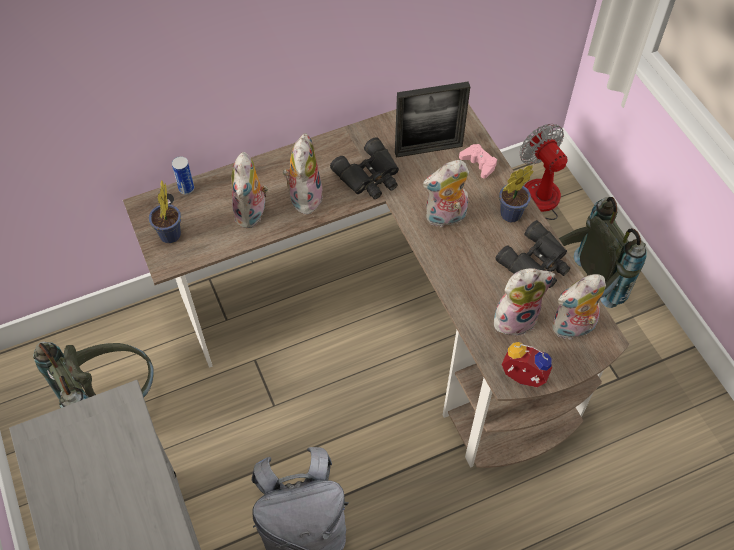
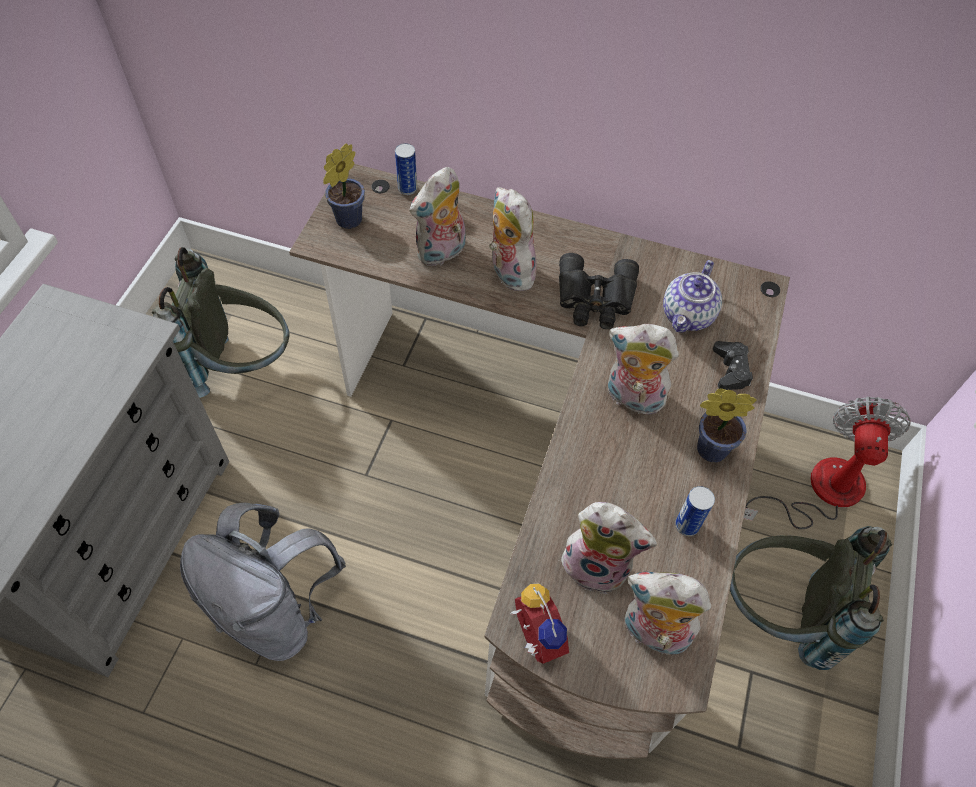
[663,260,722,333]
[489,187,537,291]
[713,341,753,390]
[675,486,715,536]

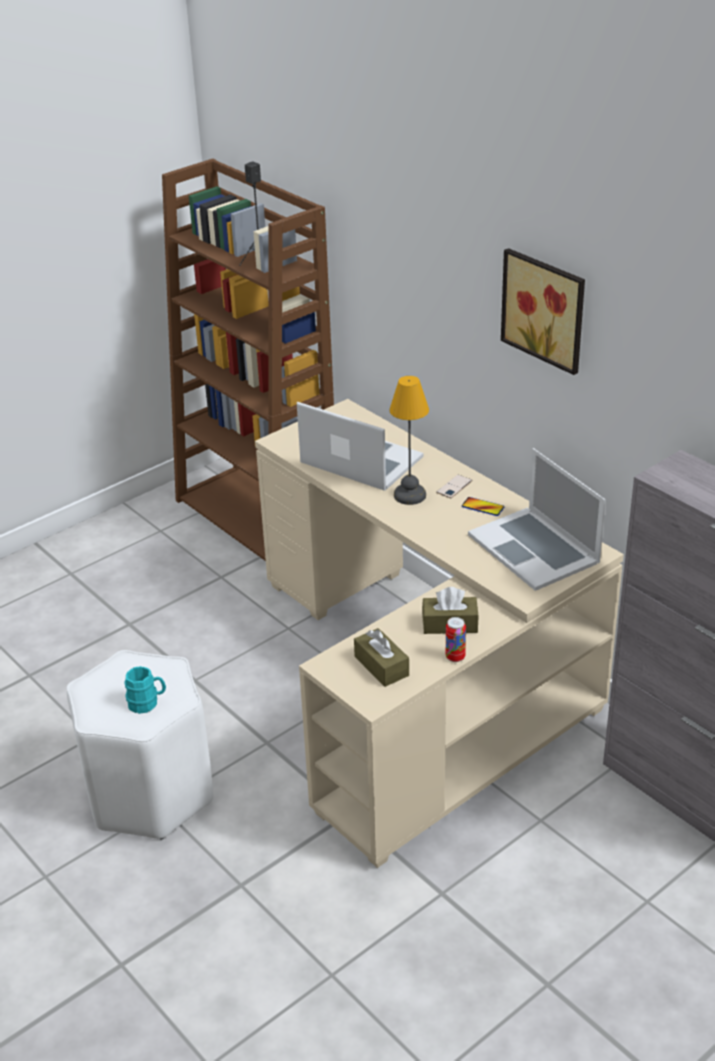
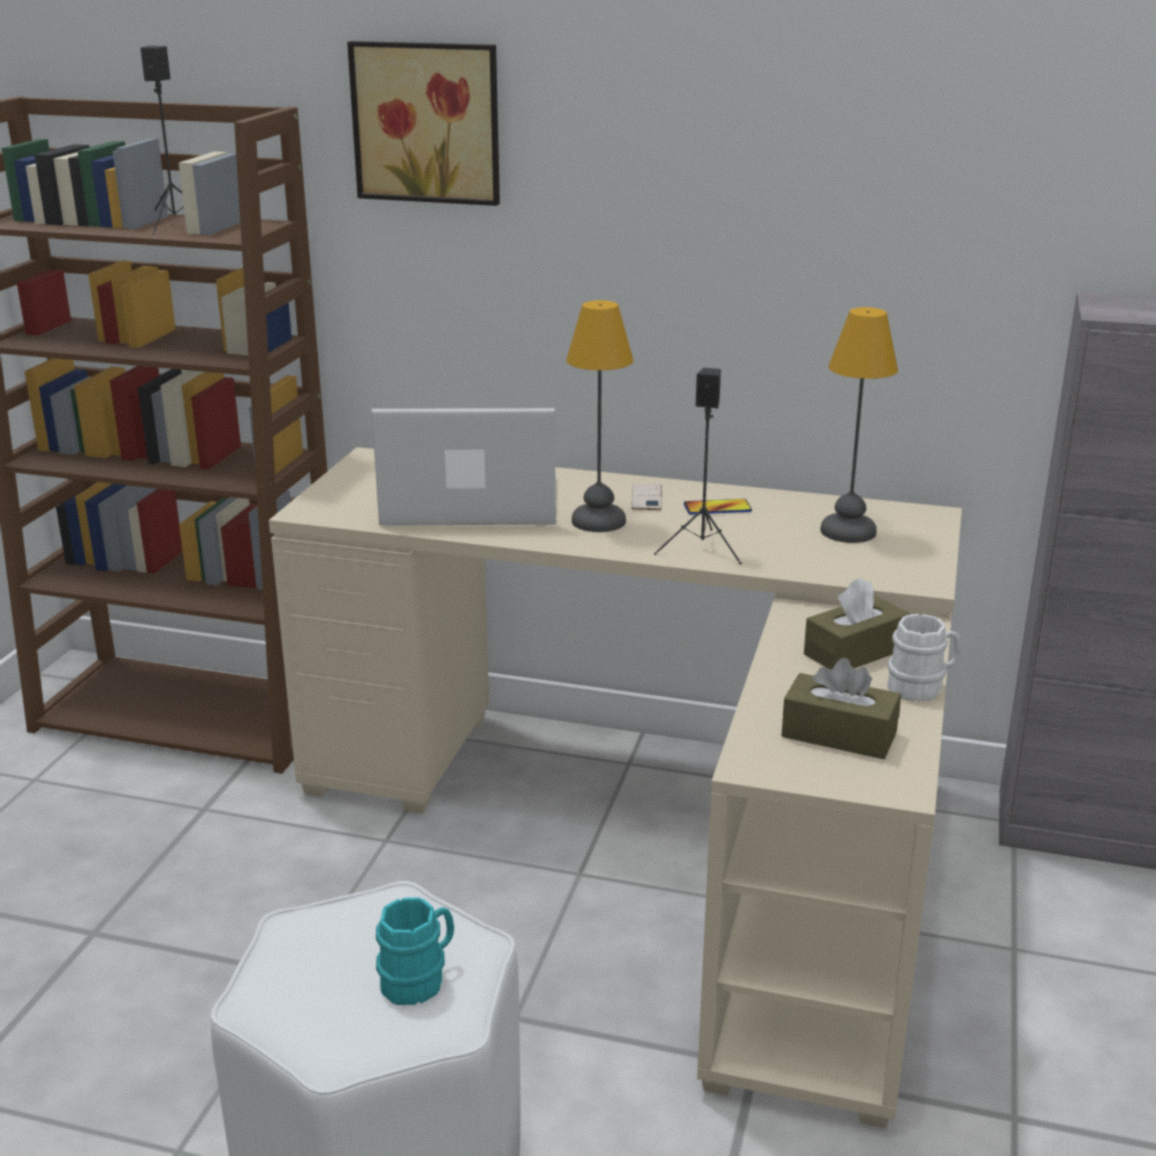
[347,41,500,206]
[820,307,898,543]
[887,614,961,702]
[654,368,742,564]

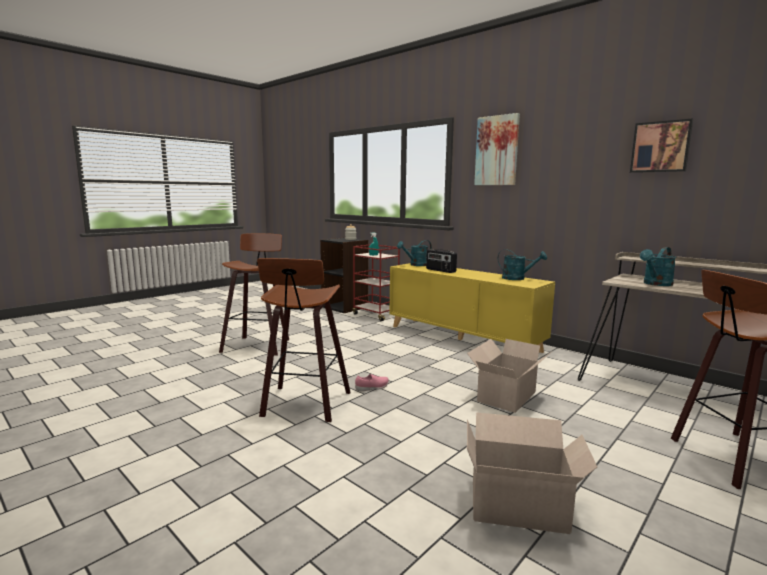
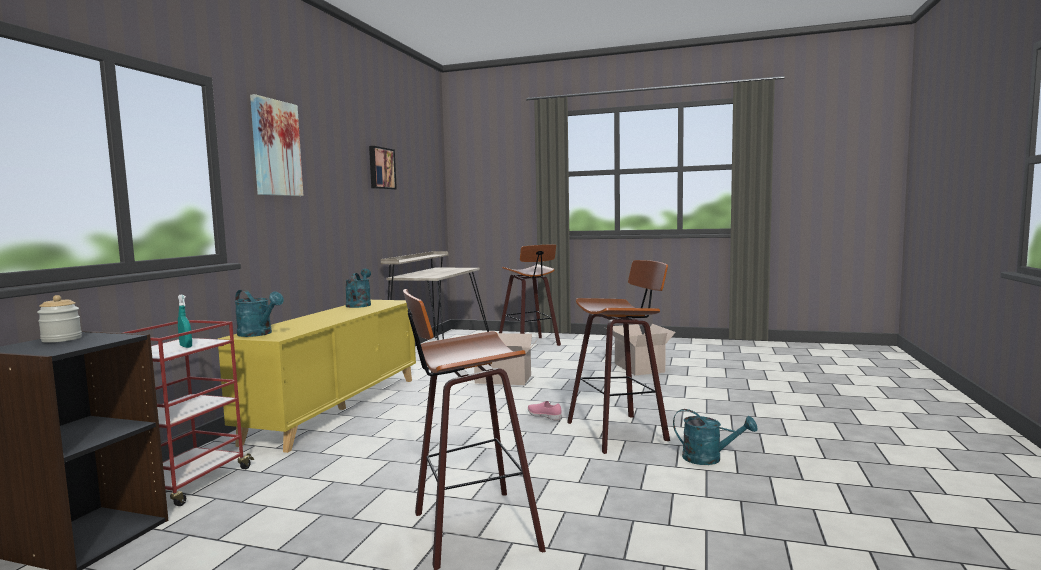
[673,409,757,465]
[426,249,457,273] (first image)

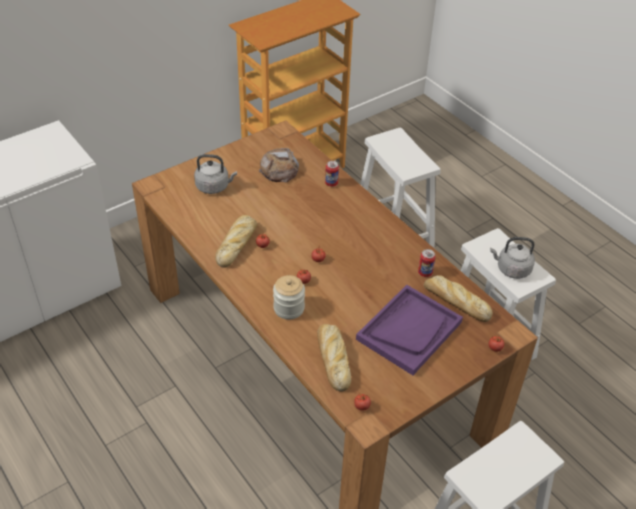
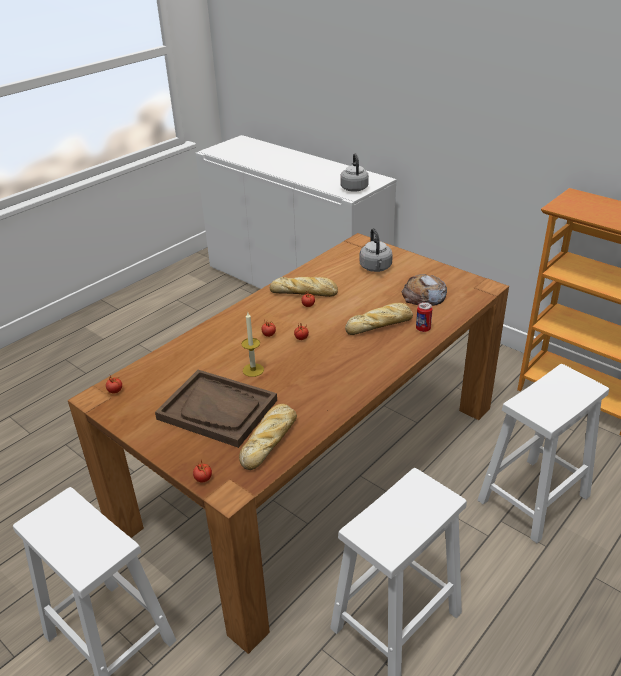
[340,153,369,192]
[418,249,436,277] (first image)
[273,275,305,320] (first image)
[155,370,277,448]
[345,303,413,335]
[241,311,264,377]

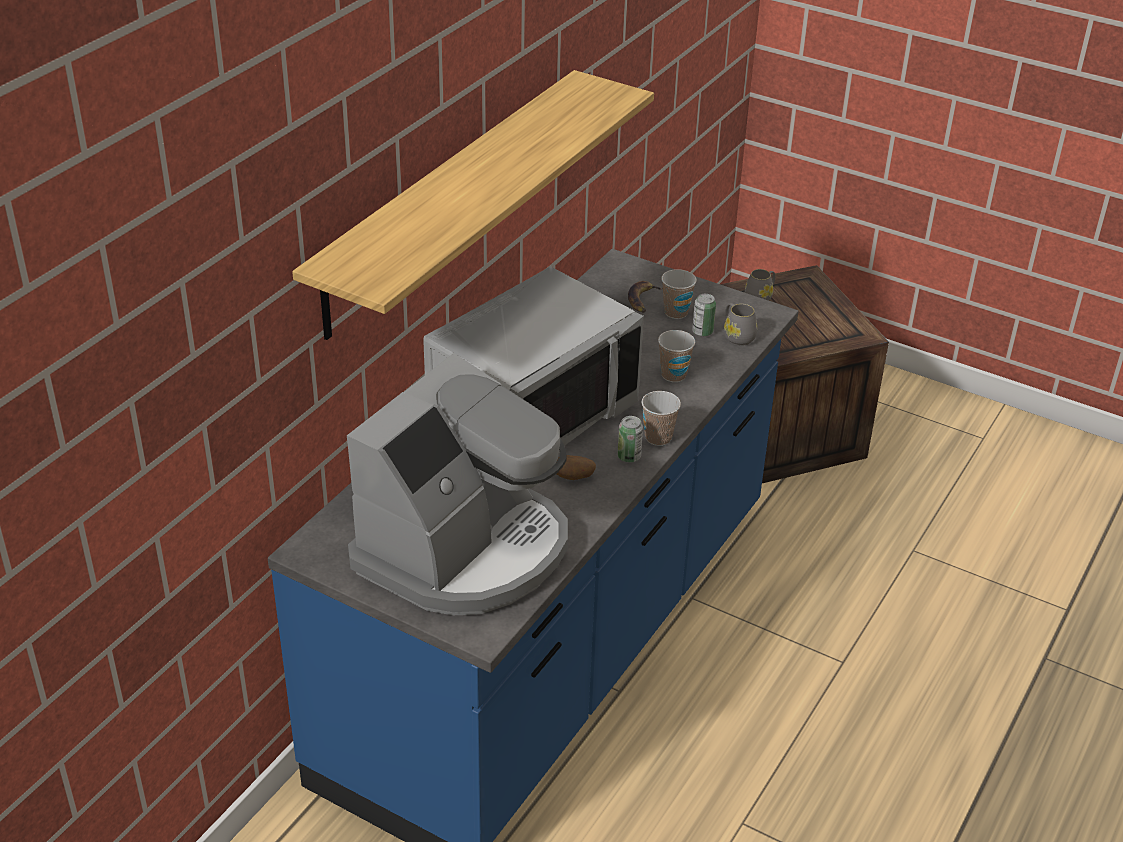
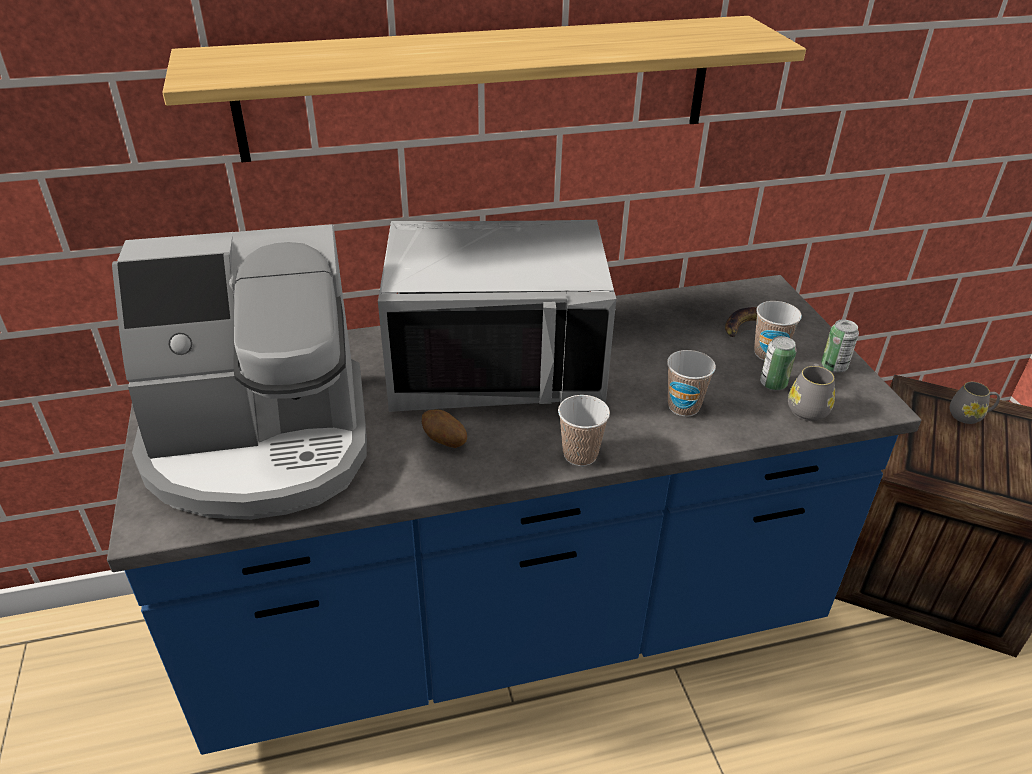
[821,319,859,373]

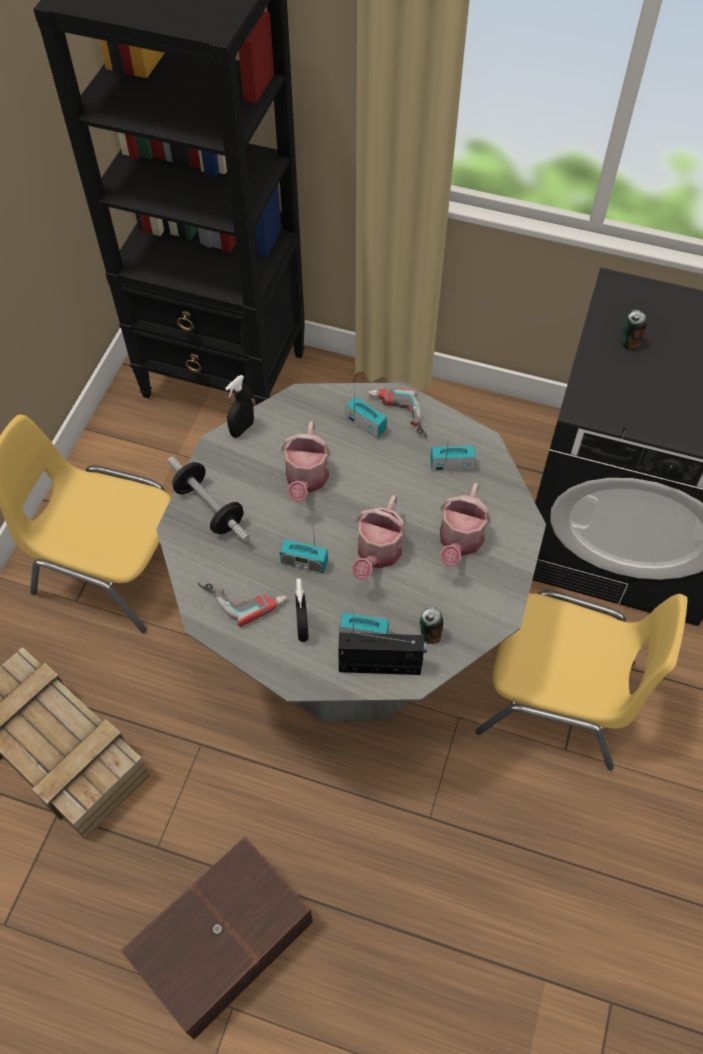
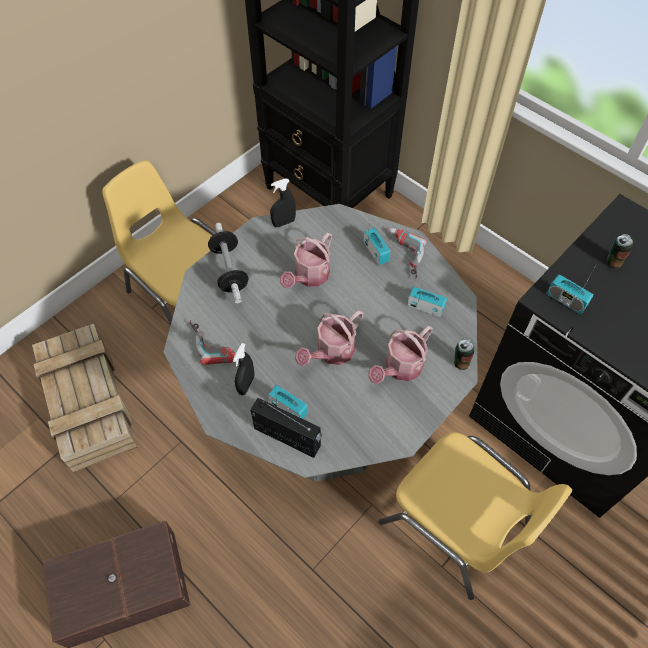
[547,269,594,314]
[454,338,474,370]

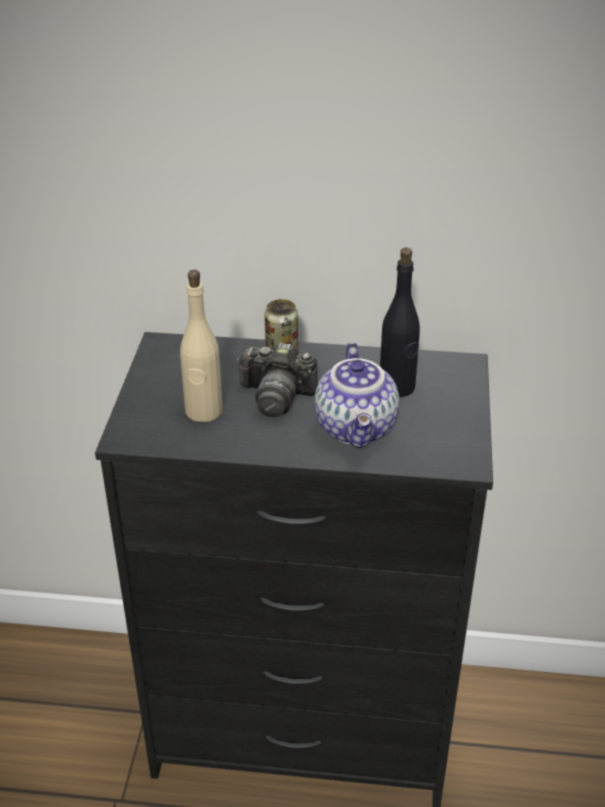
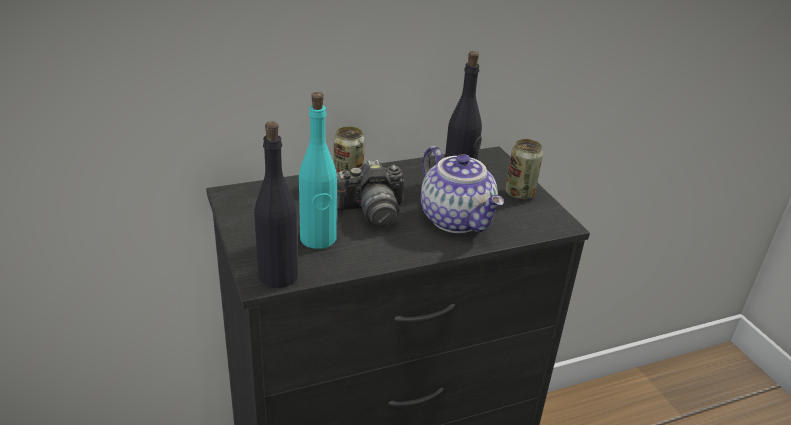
[299,92,337,249]
[254,121,298,288]
[505,139,543,200]

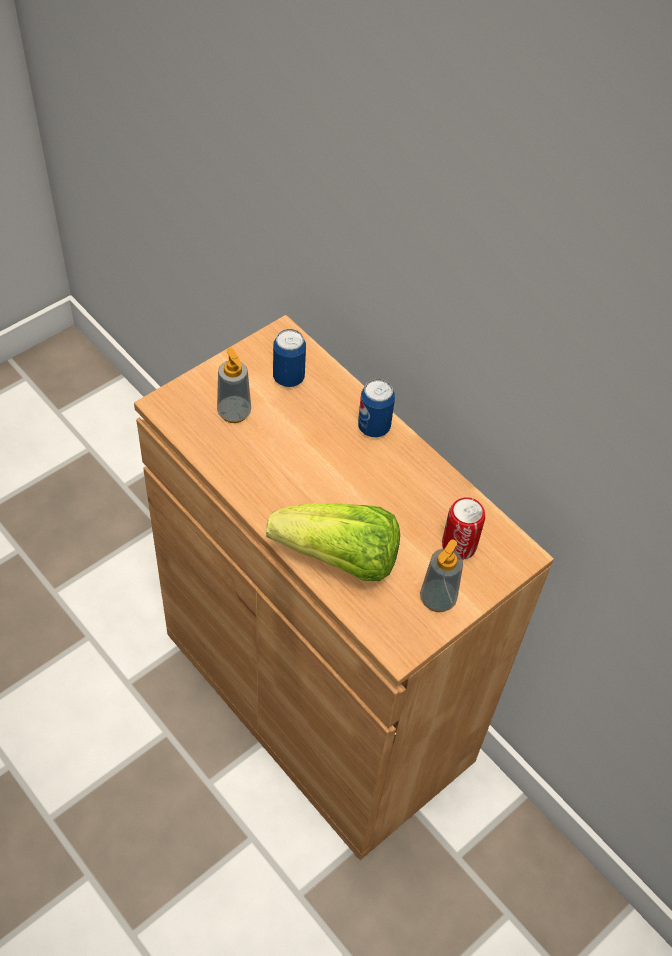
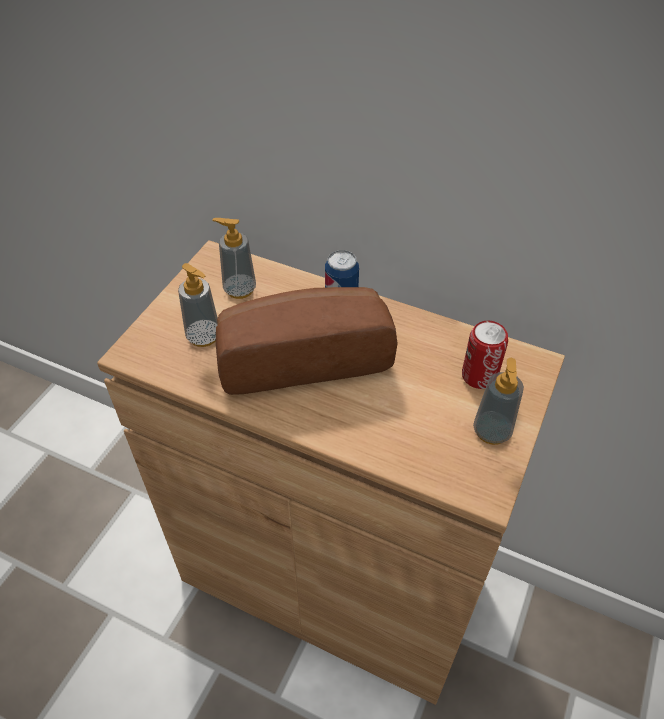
[213,218,256,299]
[266,503,400,581] (first image)
[216,287,398,395]

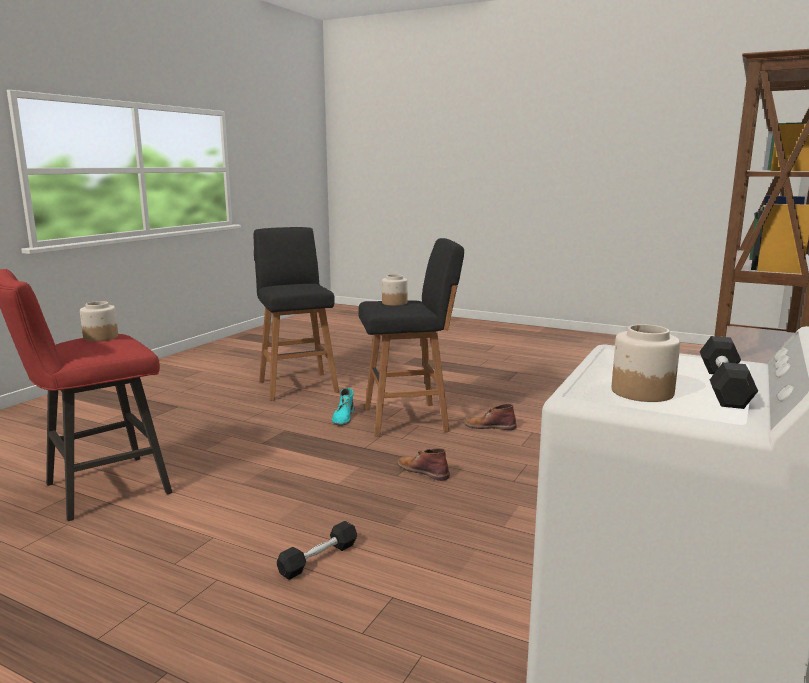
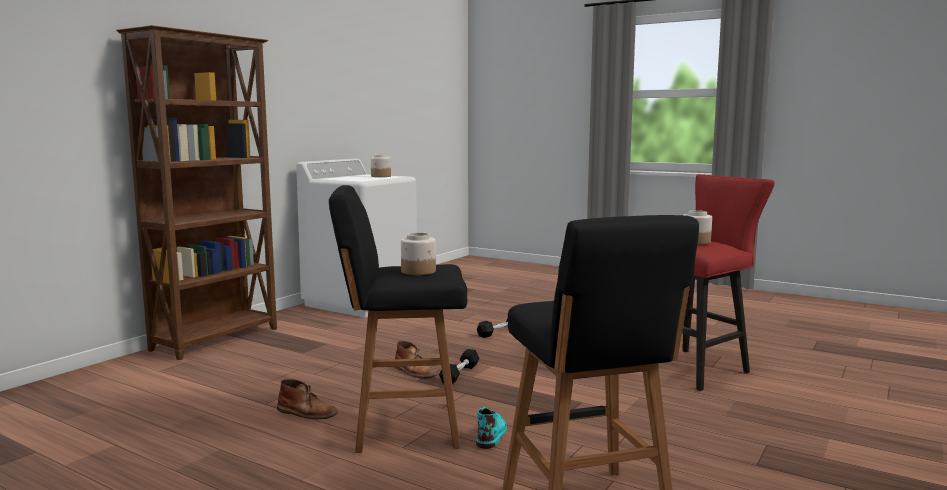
[439,349,480,384]

